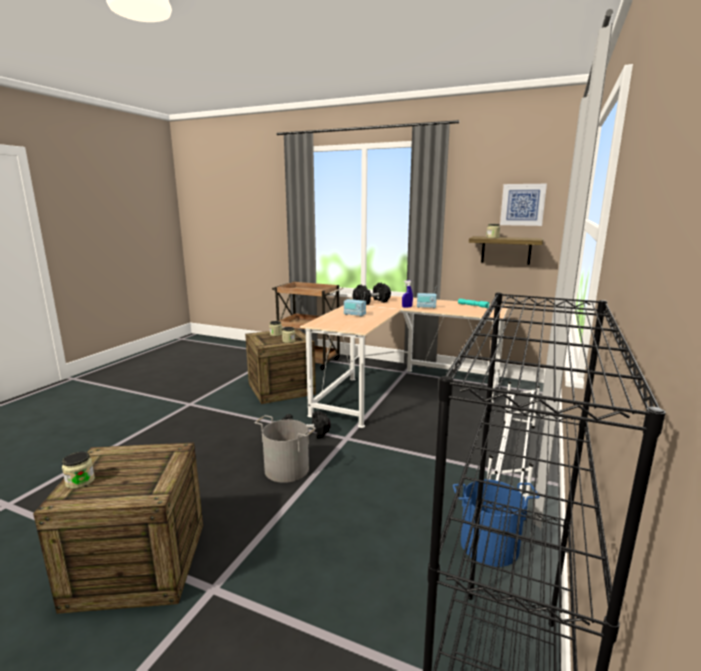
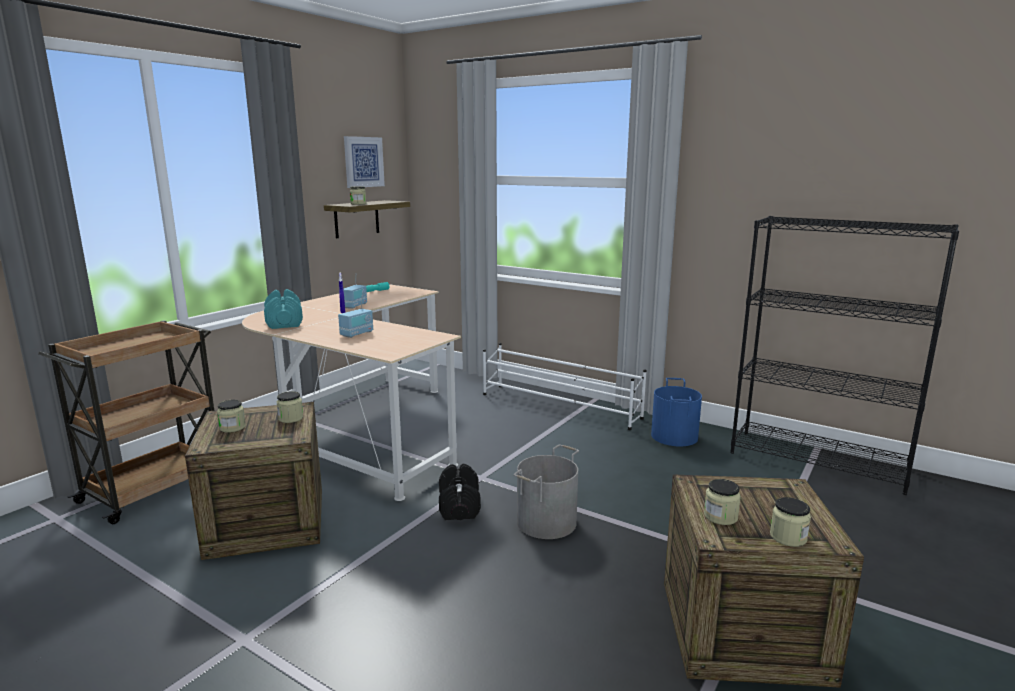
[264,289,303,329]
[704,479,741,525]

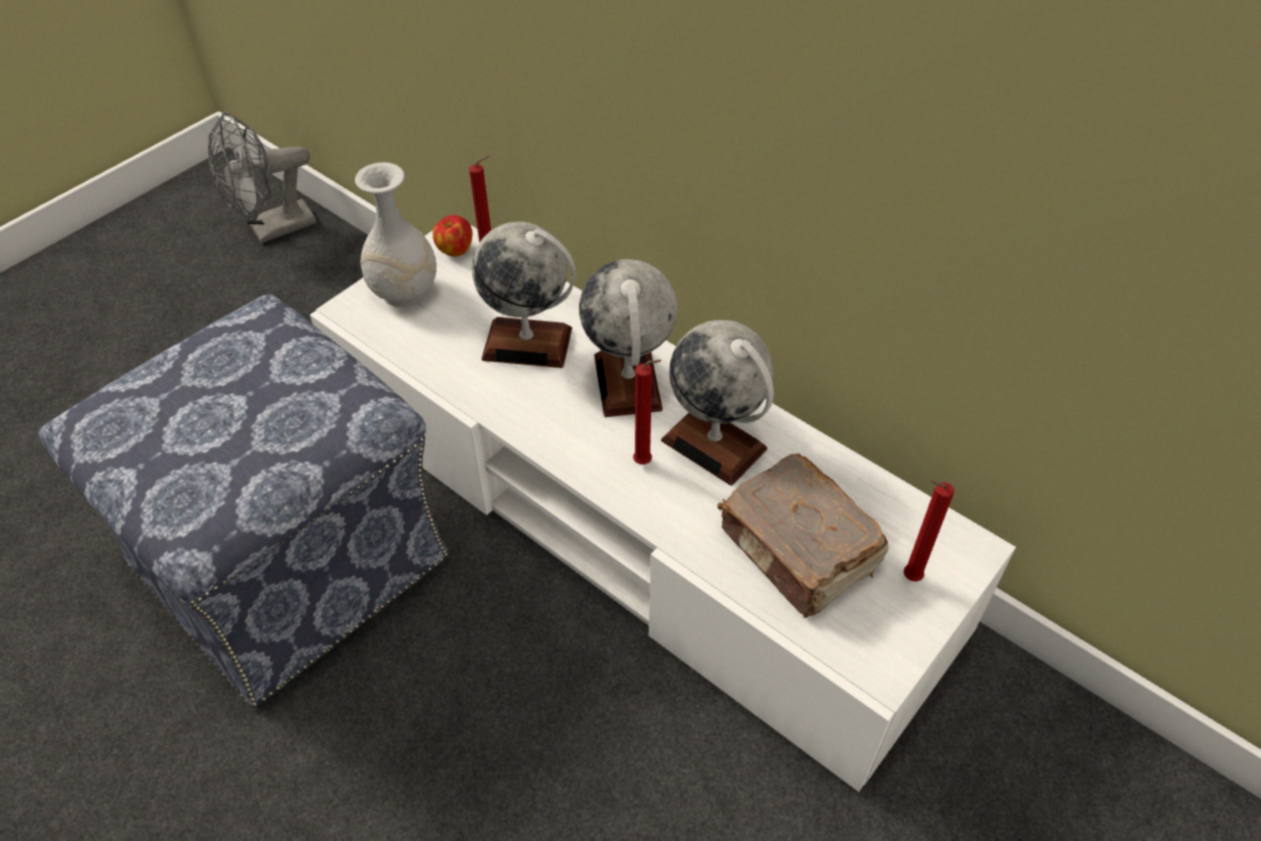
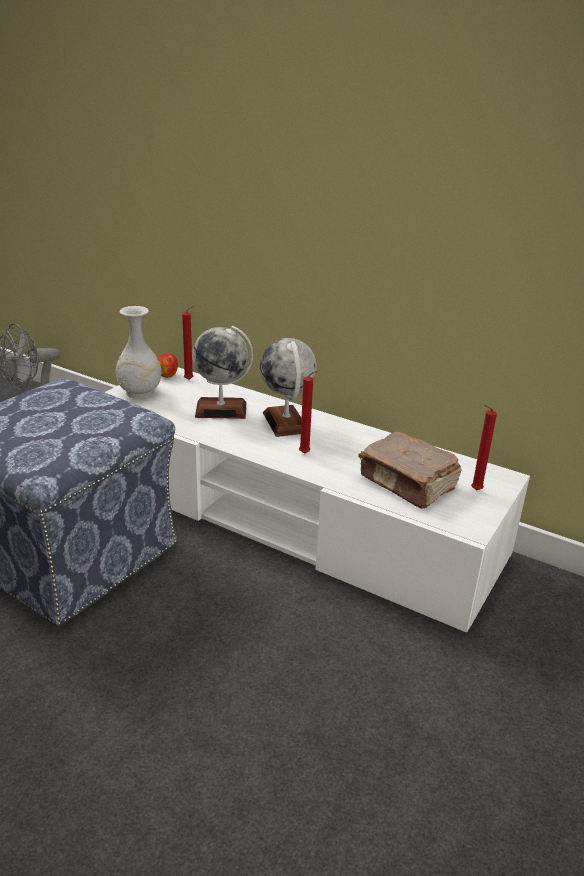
[661,320,774,486] (first image)

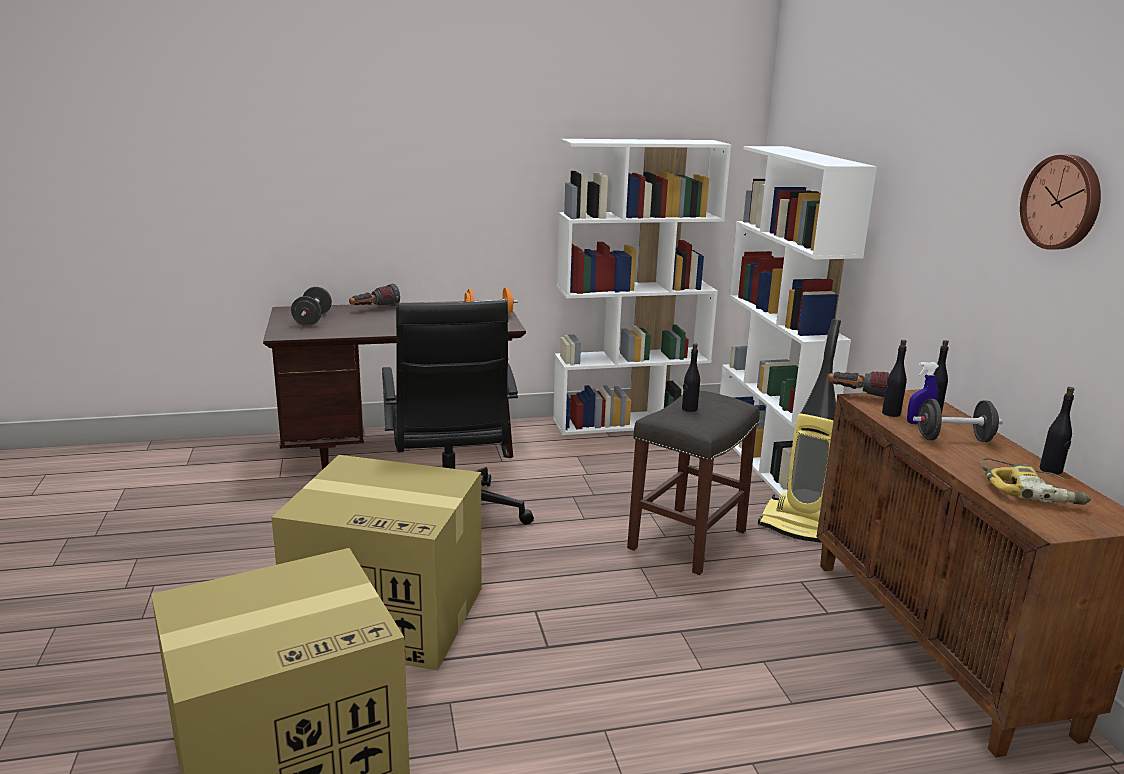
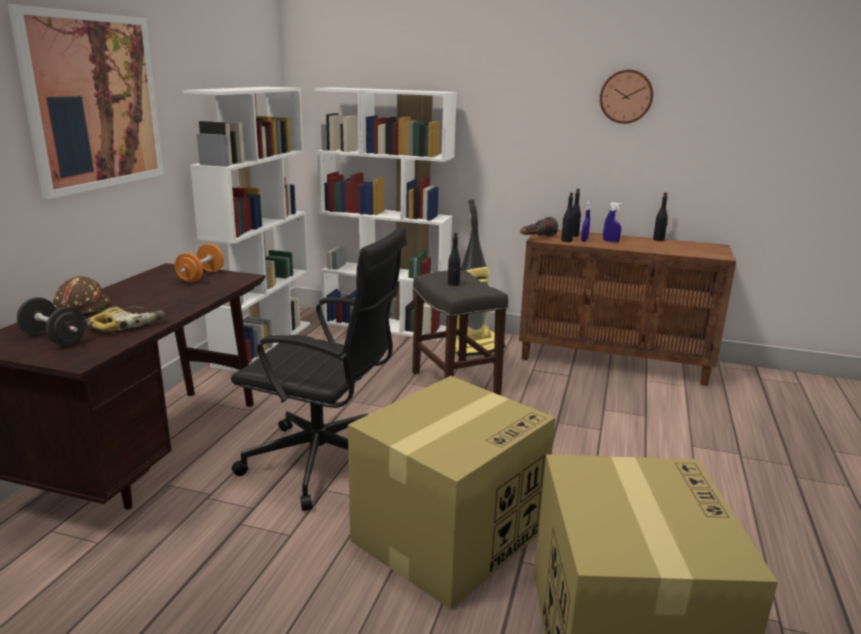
[52,276,110,316]
[603,202,622,242]
[82,306,165,331]
[8,5,164,199]

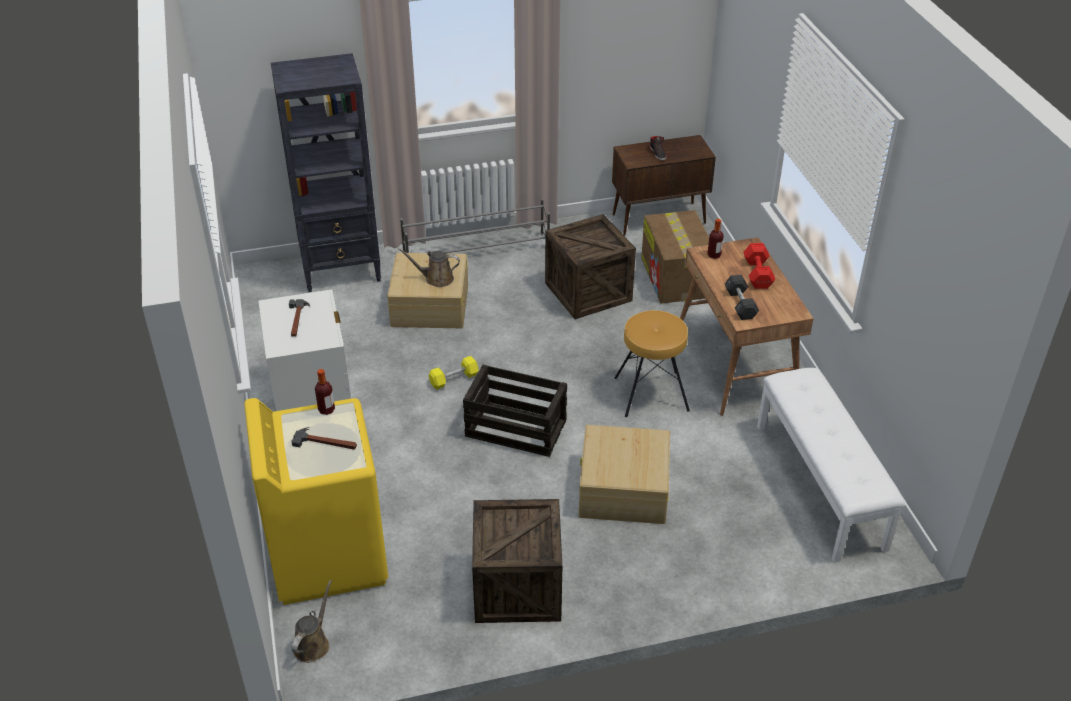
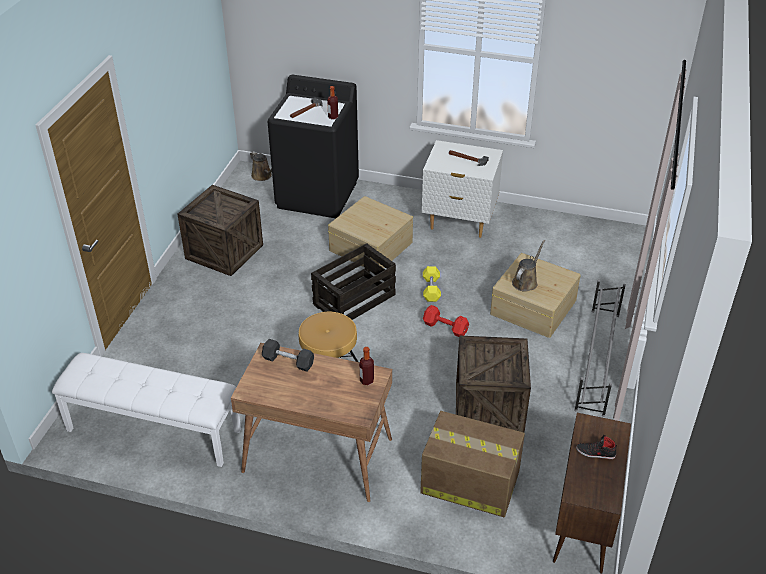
[271,53,381,292] (first image)
[423,305,469,337]
[268,75,359,218]
[328,196,413,268]

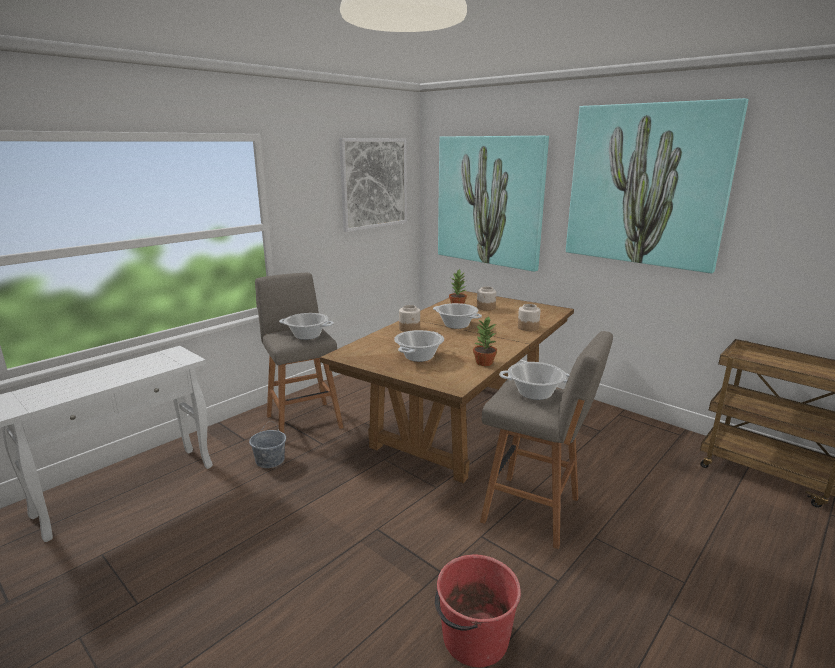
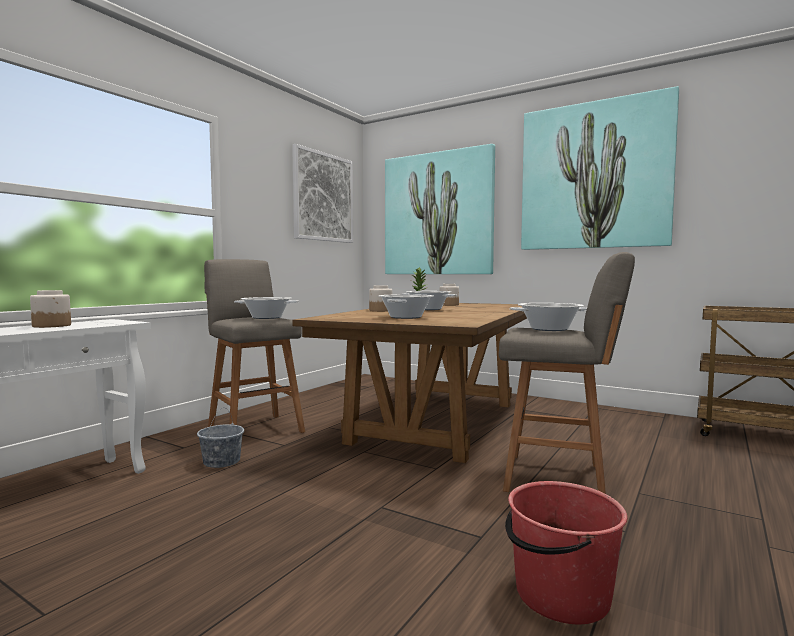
[30,290,71,328]
[473,317,497,366] (first image)

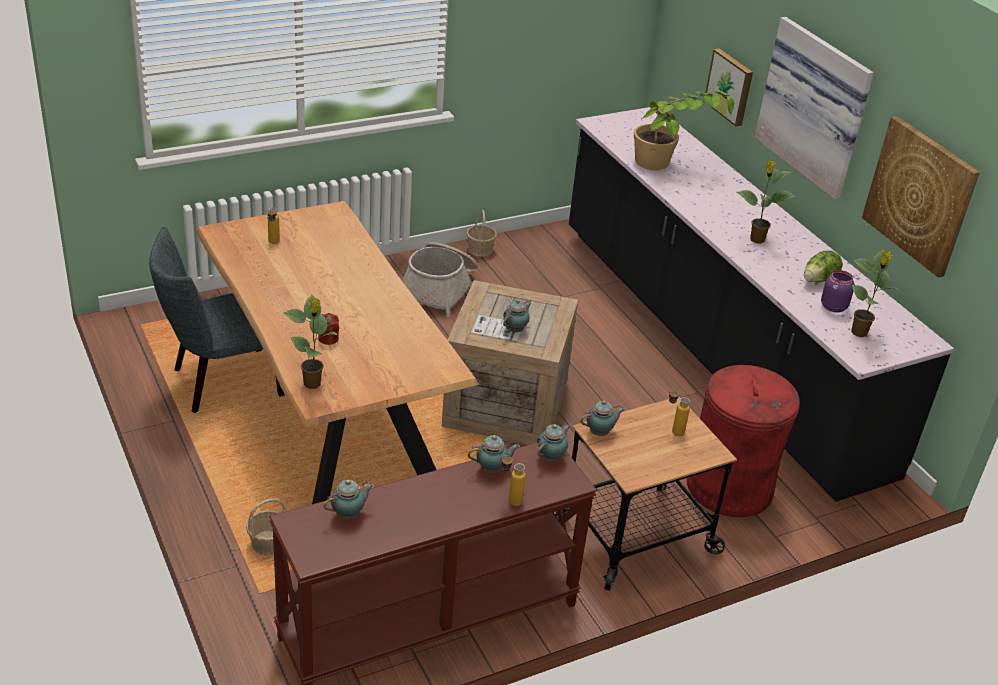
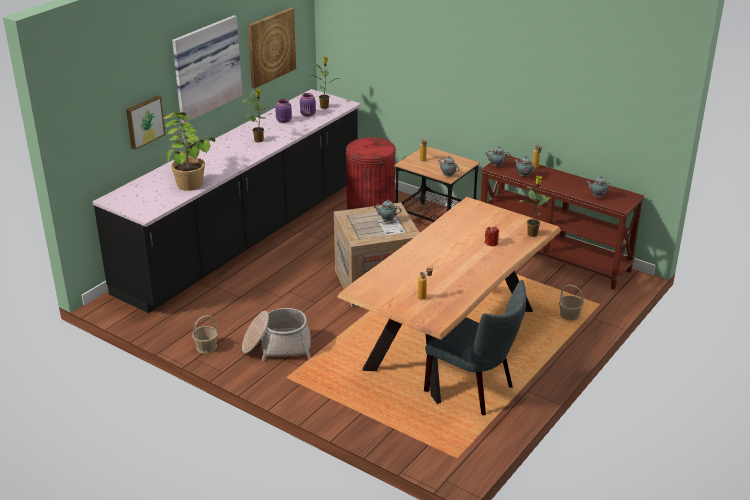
[275,99,292,123]

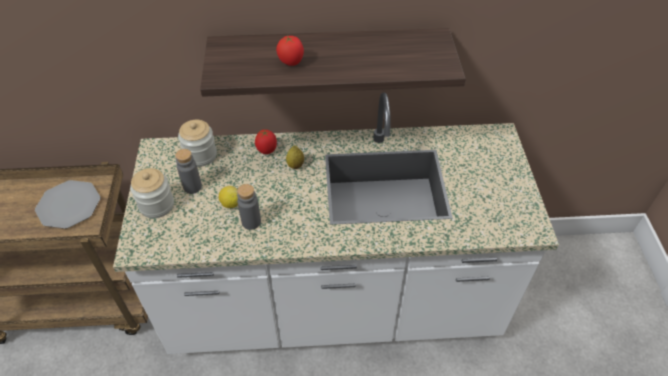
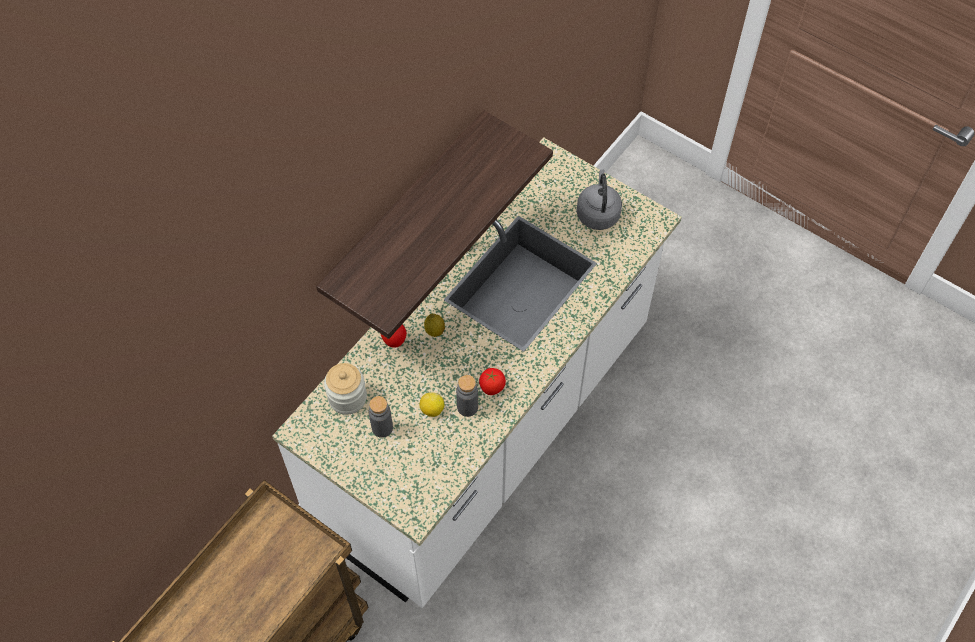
[479,368,506,395]
[130,168,174,218] (first image)
[35,180,100,229] (first image)
[576,169,622,230]

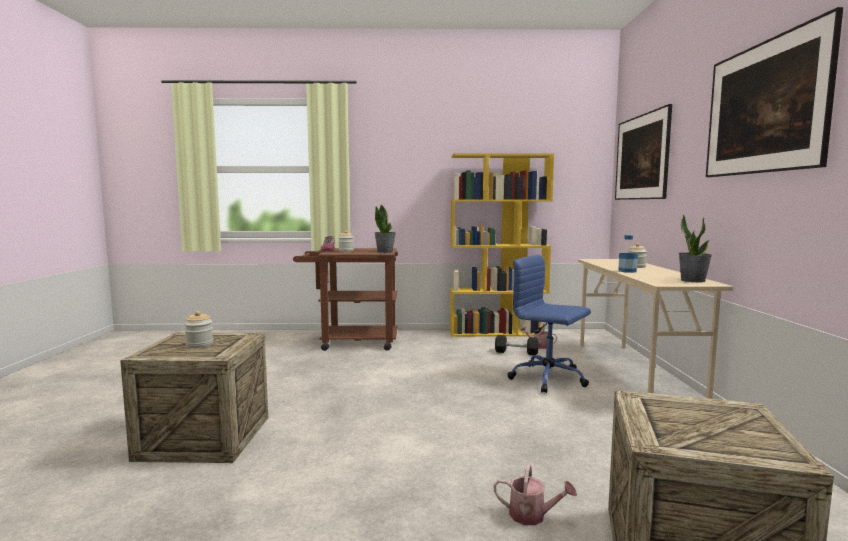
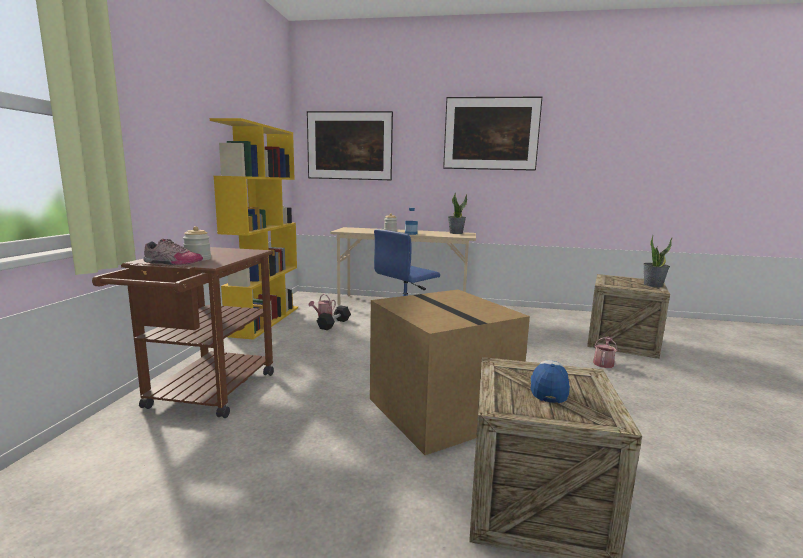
[643,235,672,287]
[531,360,570,403]
[370,290,530,455]

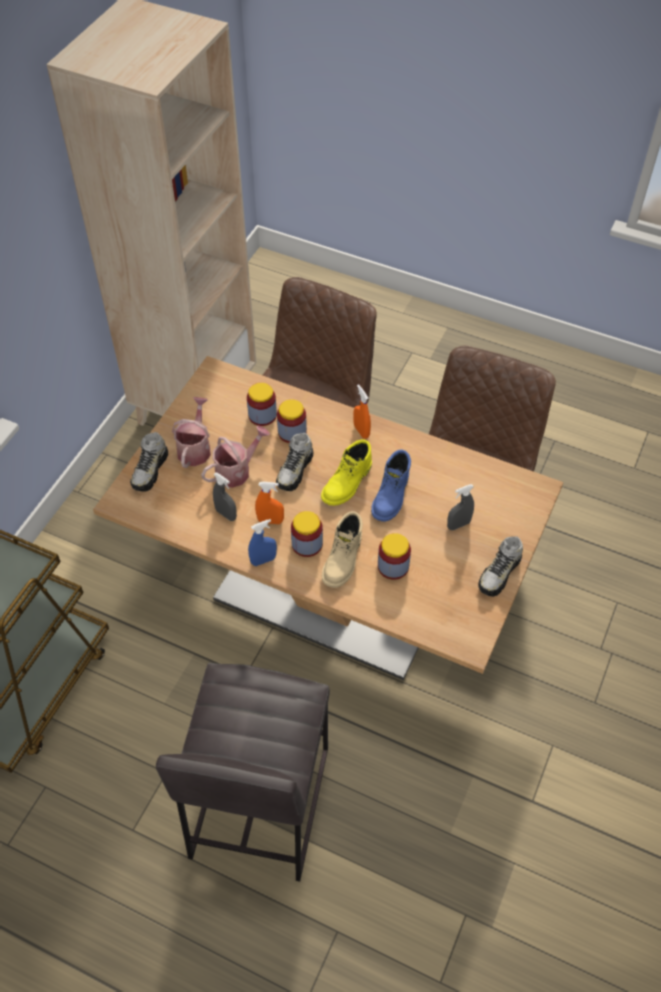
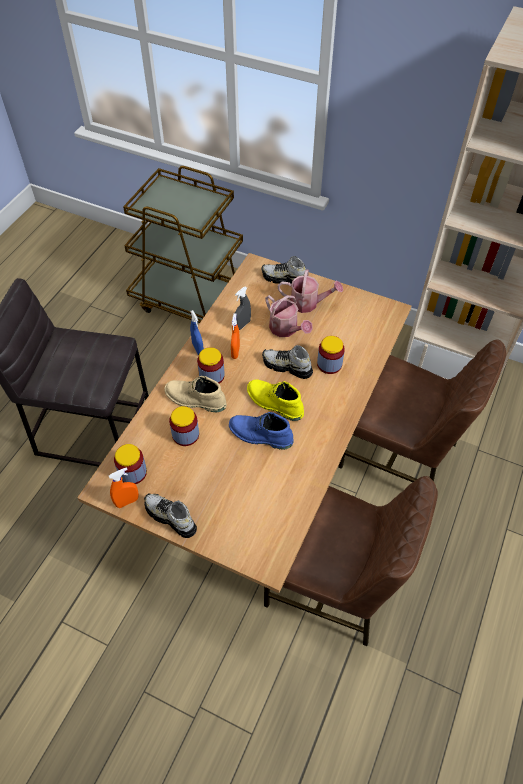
[114,444,147,484]
[109,467,139,508]
[447,484,474,530] (first image)

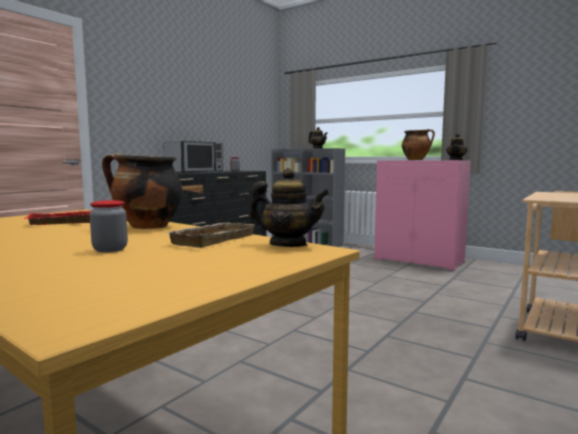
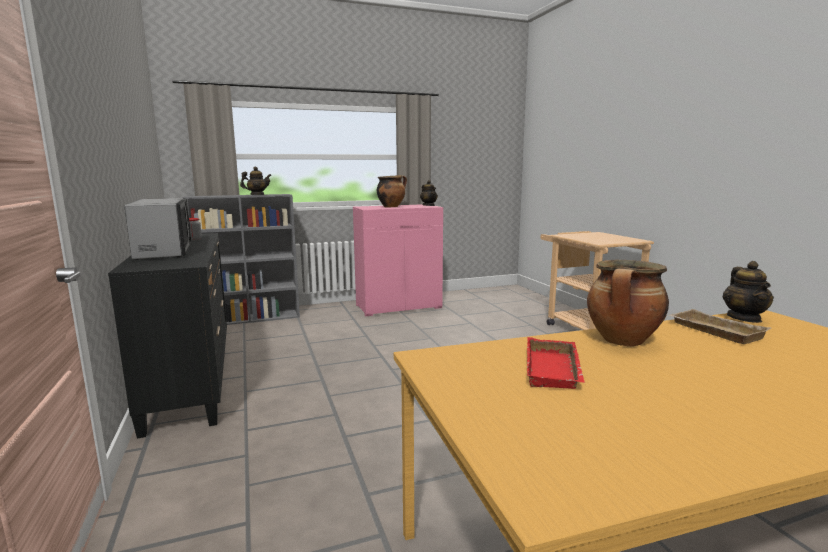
[723,261,774,323]
[90,200,128,253] (first image)

